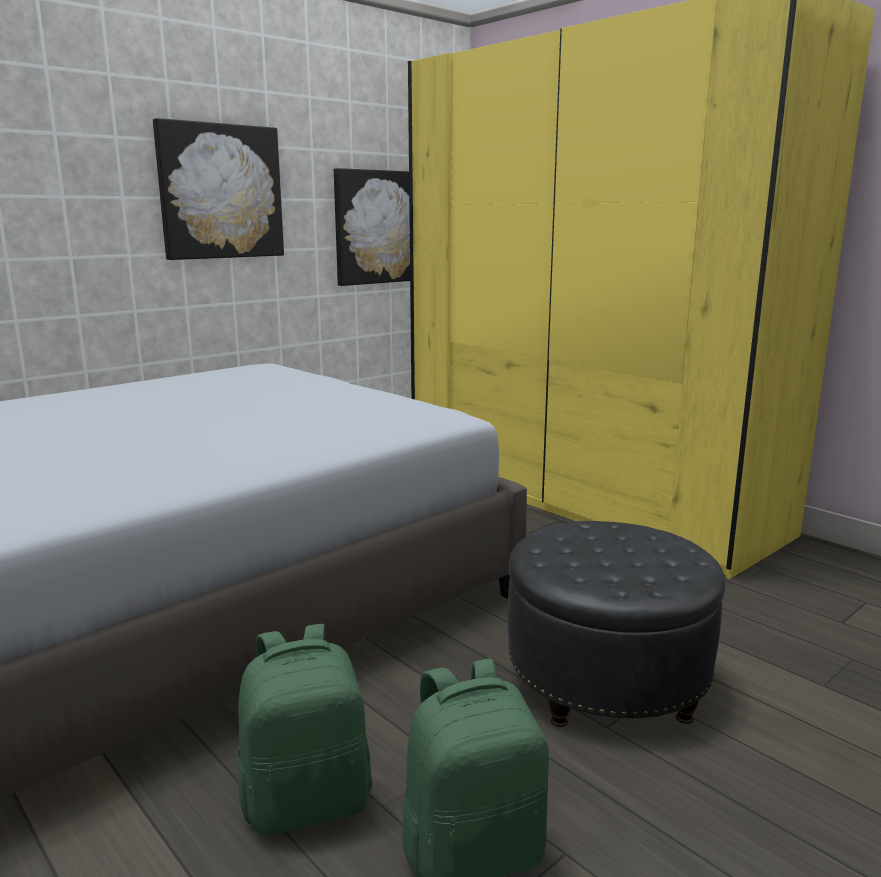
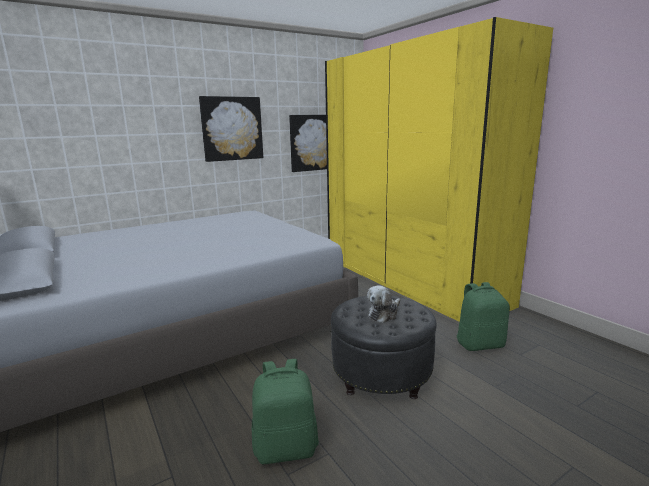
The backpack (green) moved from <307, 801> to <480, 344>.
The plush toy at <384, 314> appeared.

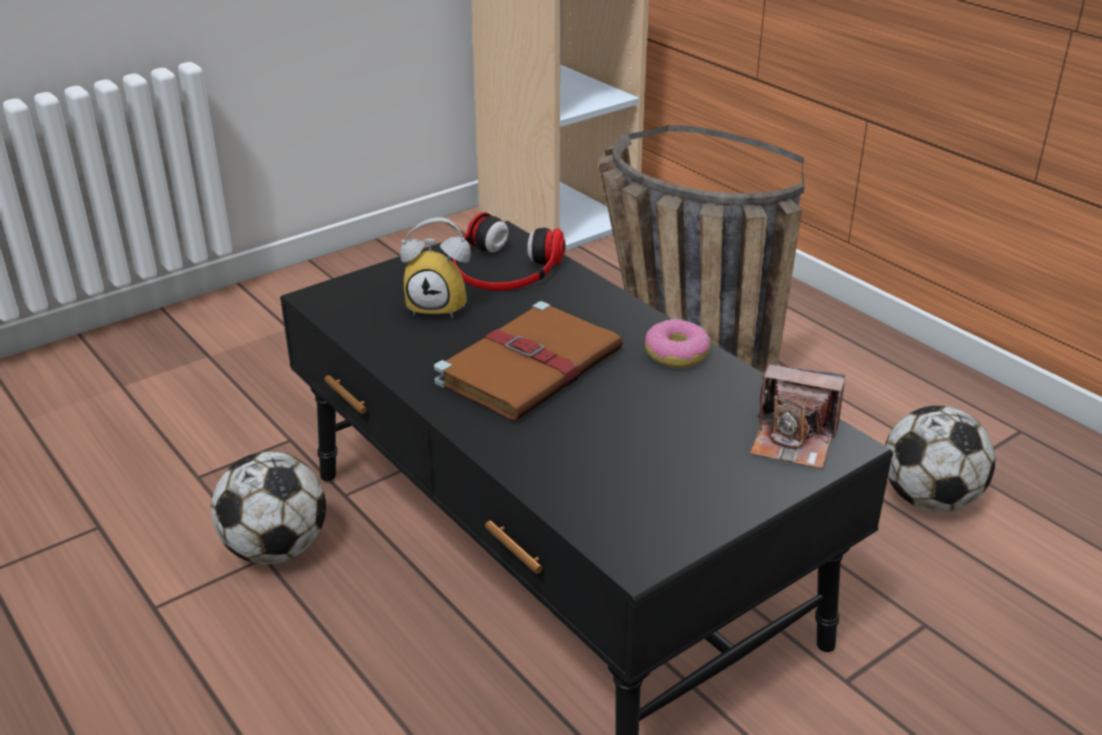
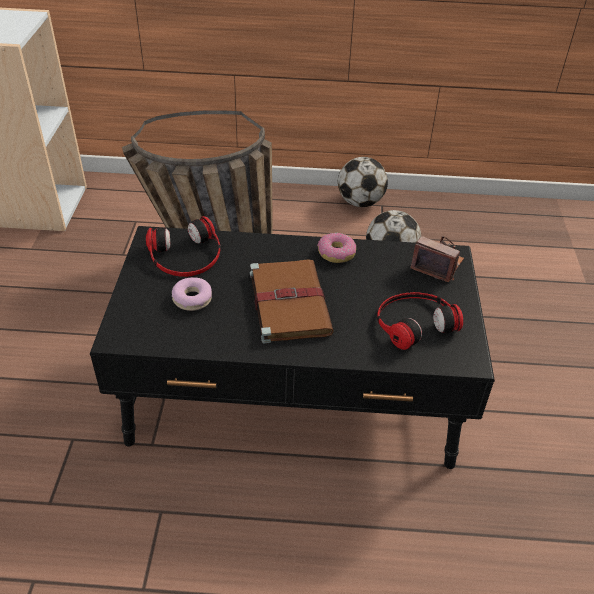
The football moved from <276, 549> to <360, 202>.
The alarm clock at <440, 306> was replaced by the donut at <192, 299>.
The photo camera at <794, 440> turned 120 degrees counterclockwise.
The headphones at <413, 322> appeared.

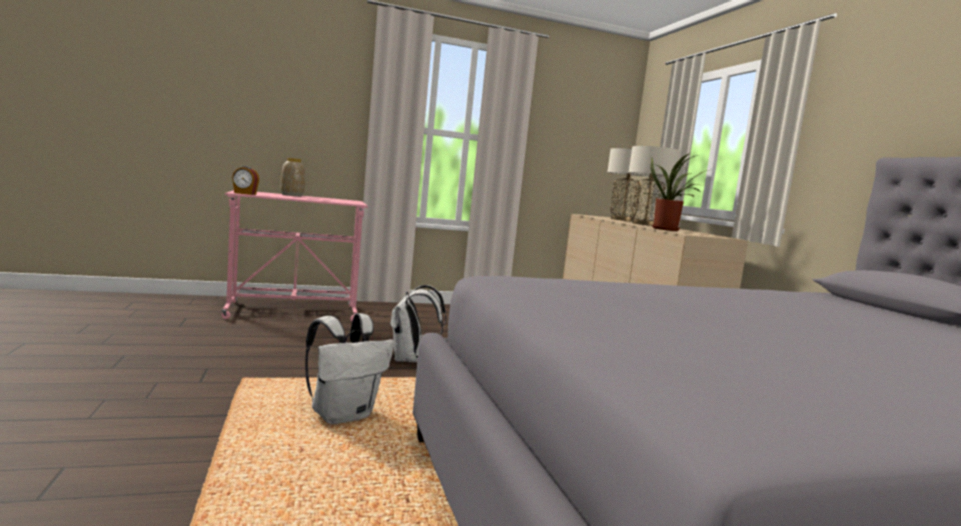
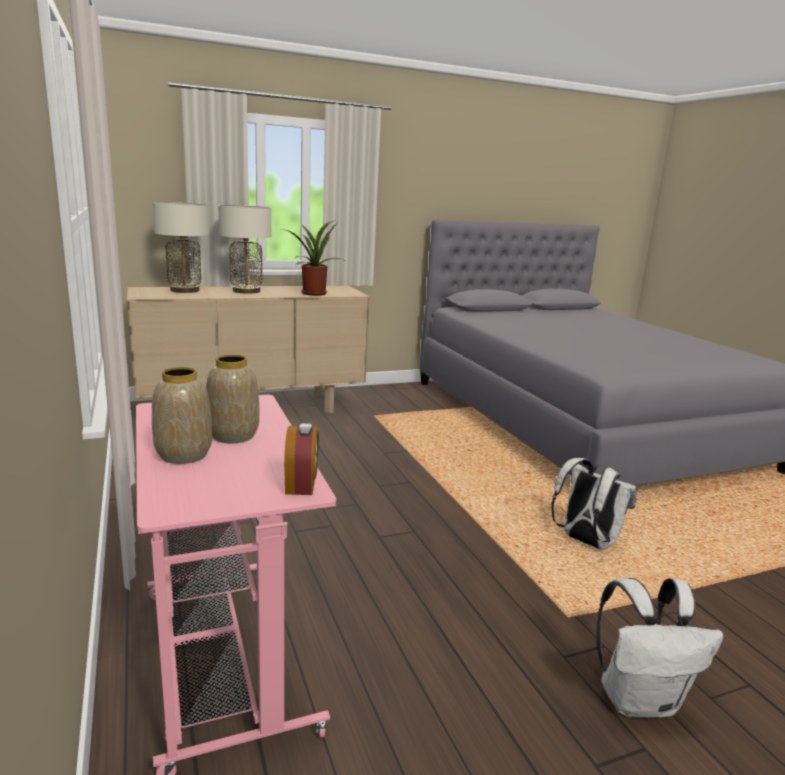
The backpack (white) moved from <410, 359> to <639, 699>.
The vase at <232, 435> appeared.

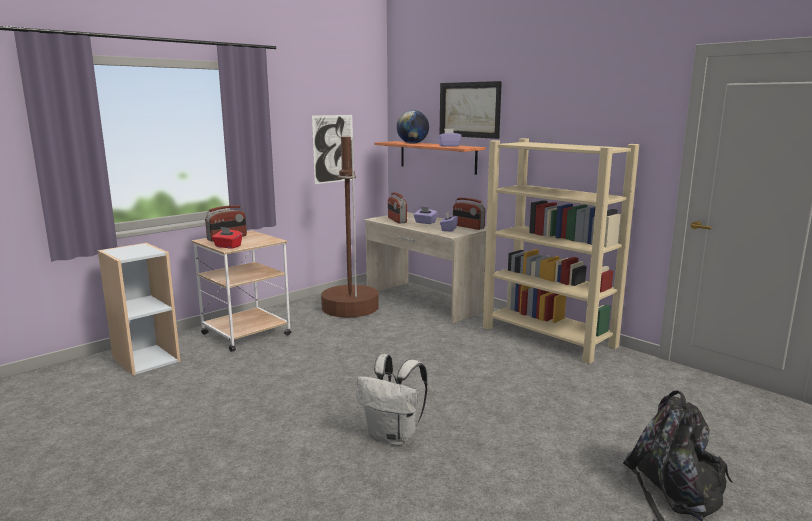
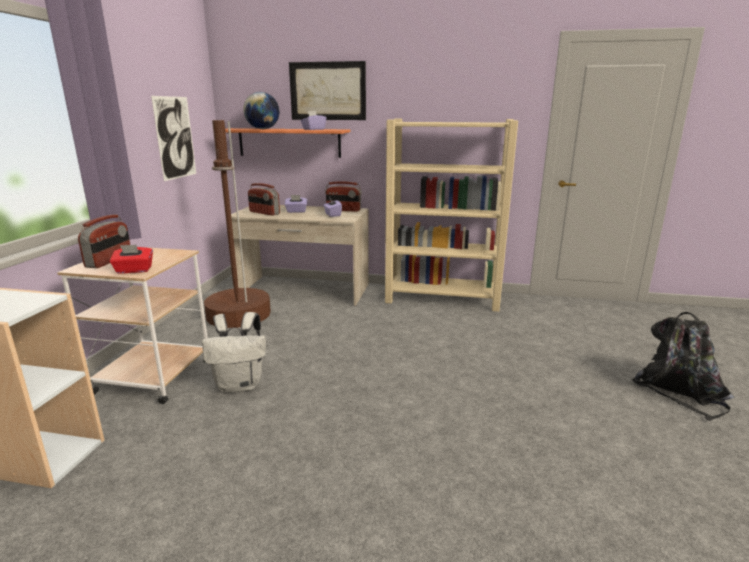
The backpack (white) moved from <393, 436> to <240, 384>.

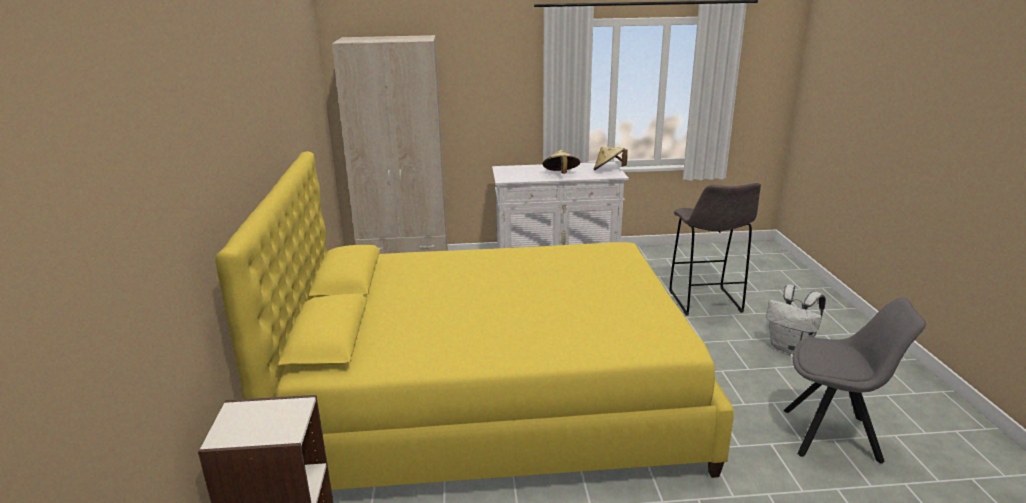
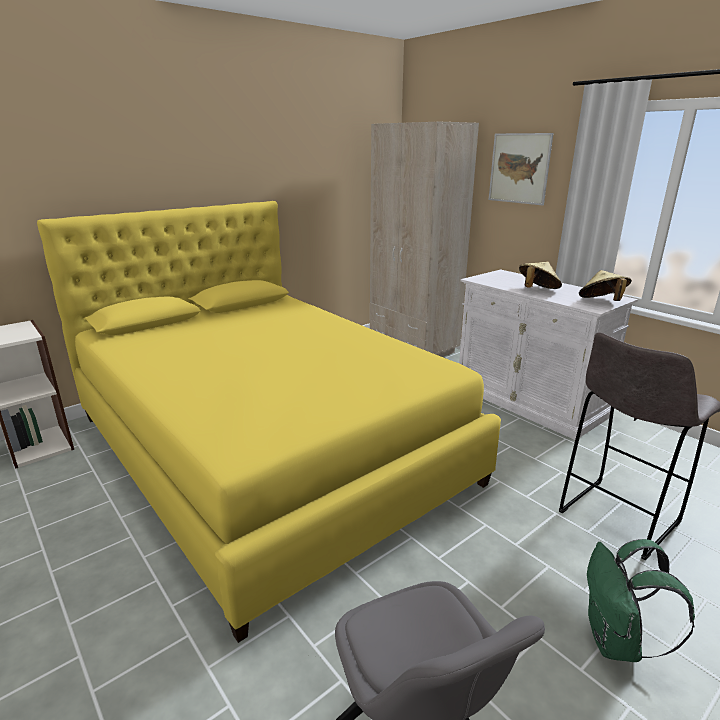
The backpack (white) at <790, 348> became the backpack (green) at <616, 642>.
The picture at <519, 168> appeared.

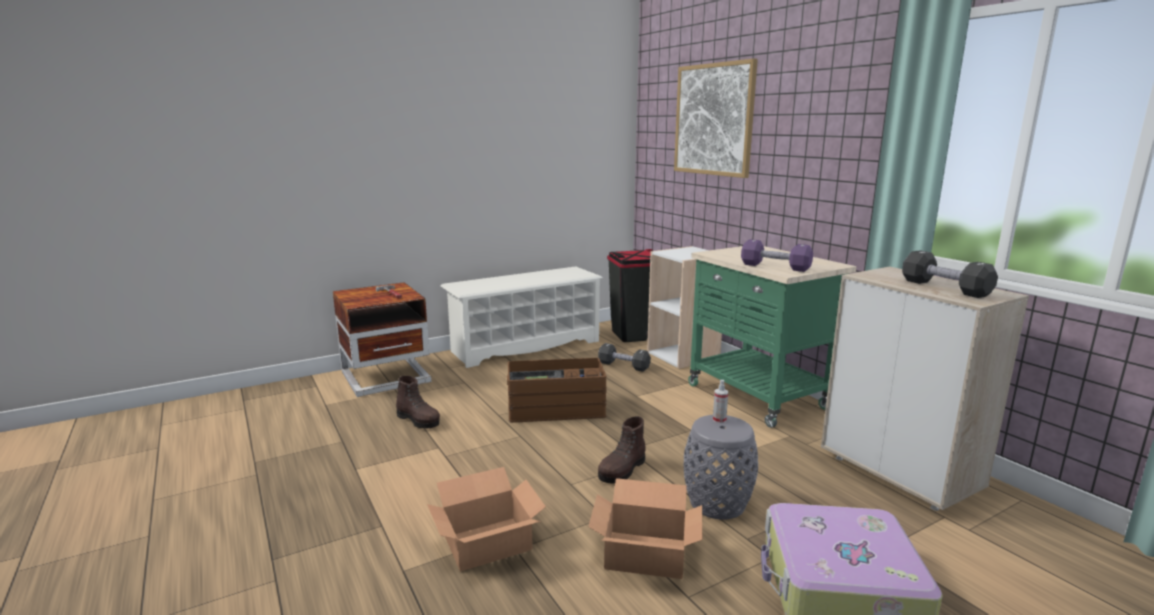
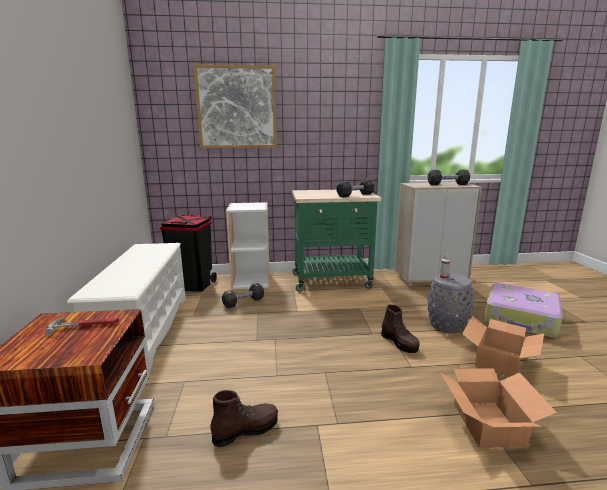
The storage box (brown) at <556, 408> disappeared.
The dumbbell (purple) at <775, 267> became the dumbbell (black) at <355, 195>.

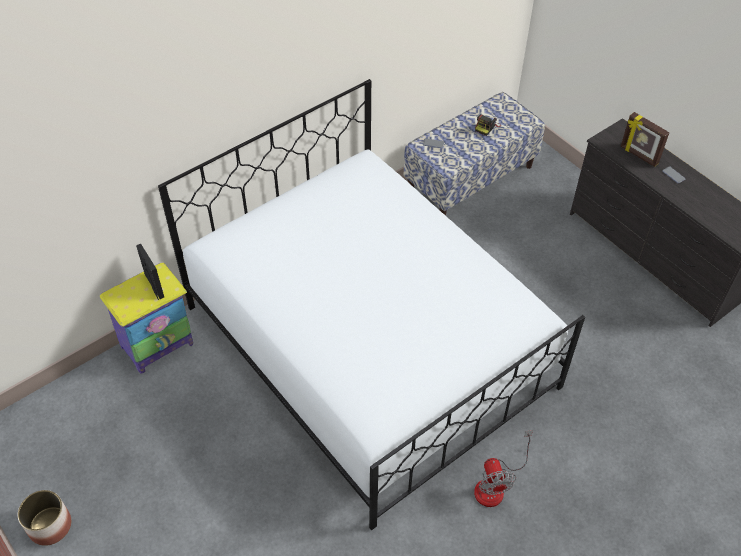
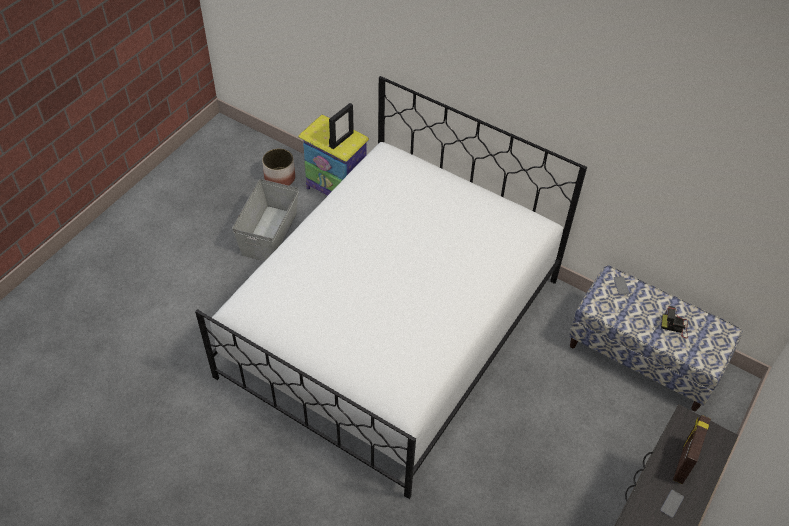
The planter moved from <50, 526> to <279, 178>.
The fan at <495, 485> disappeared.
The storage box (grey) at <270, 233> appeared.

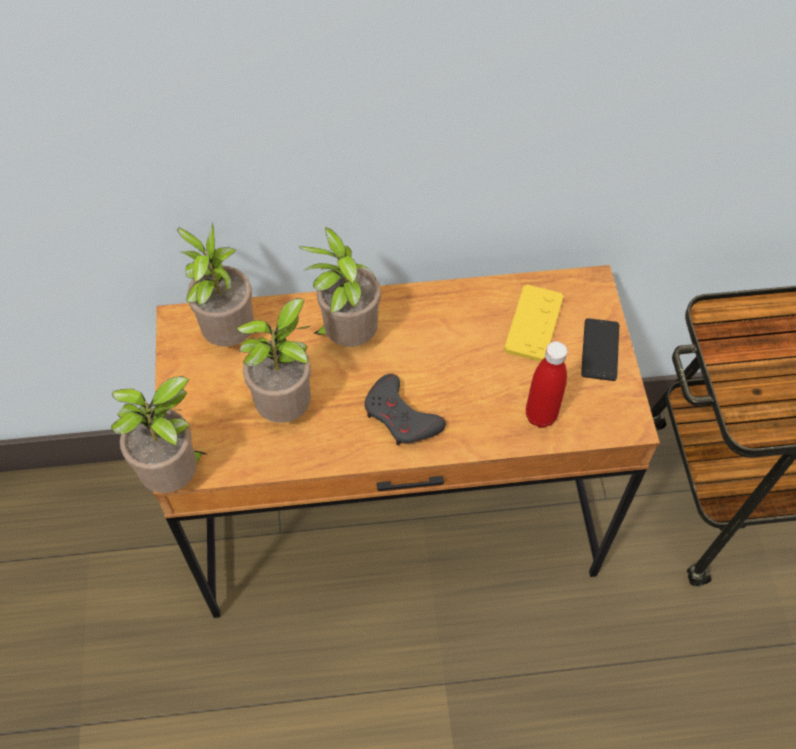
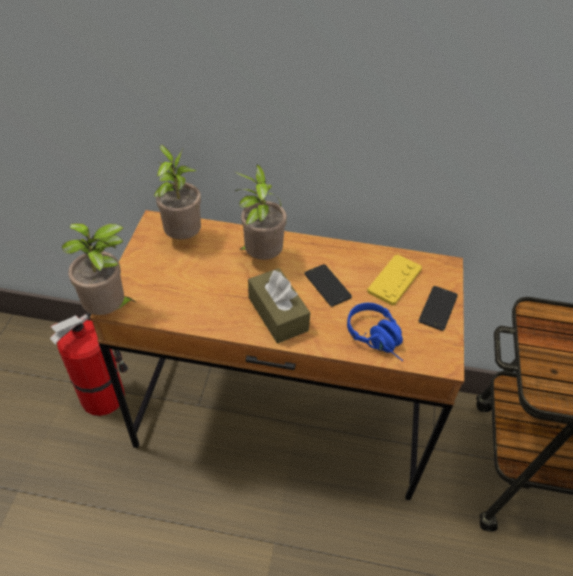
The potted plant at <288, 408> disappeared.
The game controller (grey) at <401, 416> was replaced by the tissue box (brown) at <277, 314>.
The bottle (red) at <540, 416> was replaced by the headphones (blue) at <378, 339>.
The fire extinguisher at <104, 395> appeared.
The phone at <327, 285> appeared.

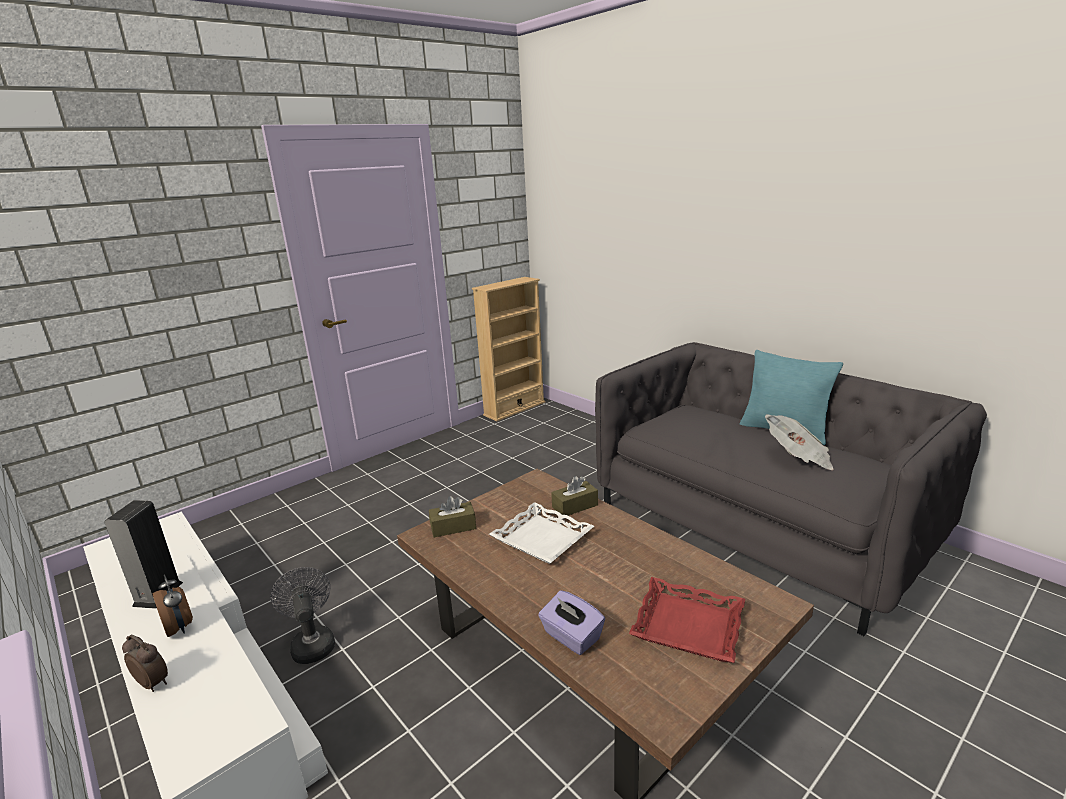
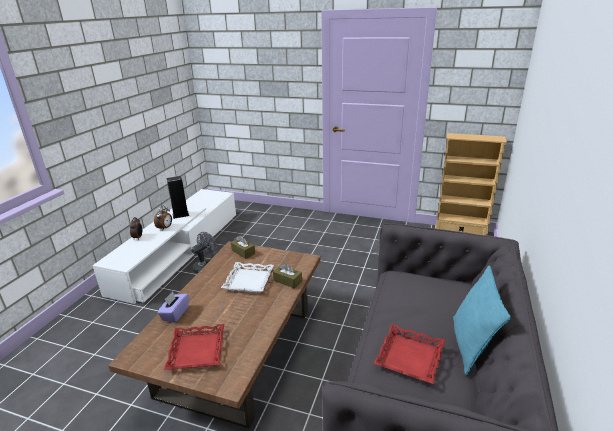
The newspaper at <798, 458> was replaced by the tray (red) at <410, 357>.

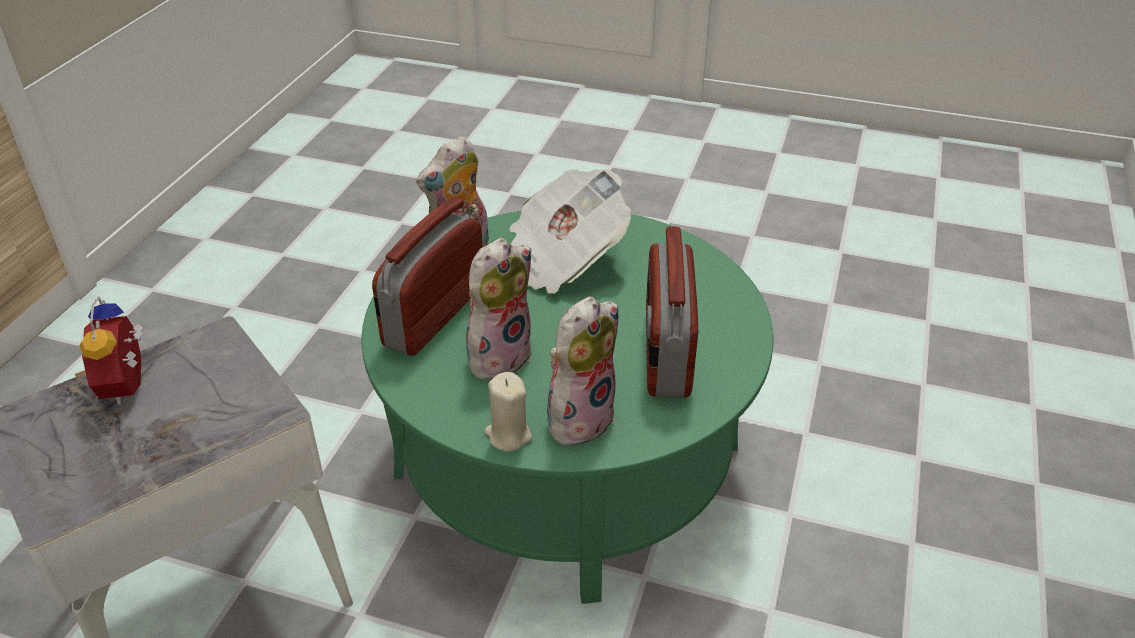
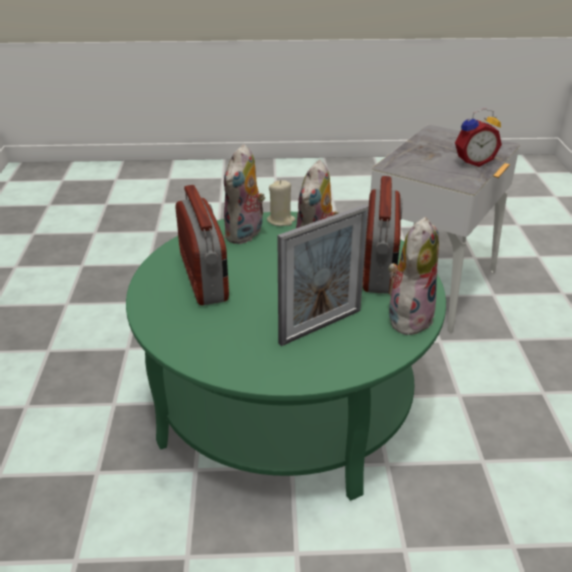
The alarm clock at <130, 385> turned 105 degrees clockwise.
The newspaper at <559, 260> was replaced by the picture frame at <320, 326>.

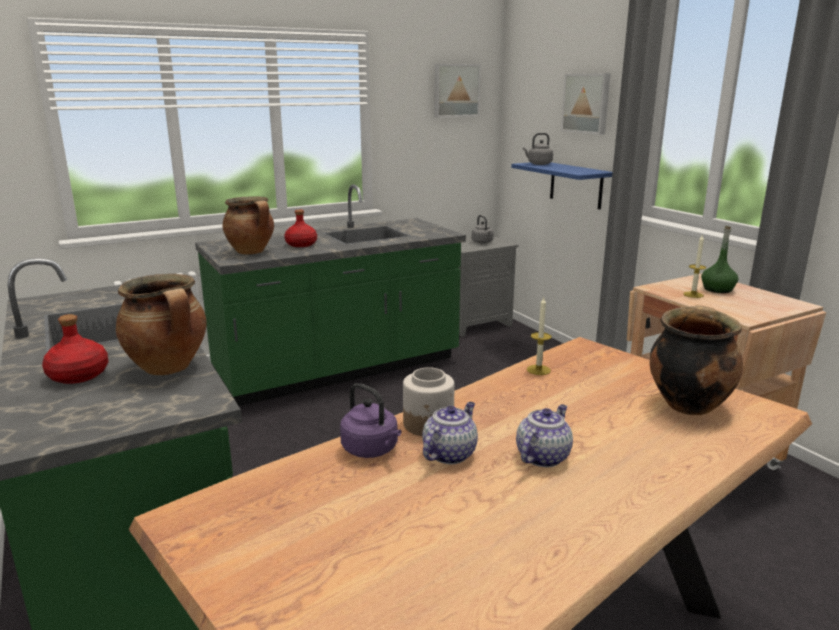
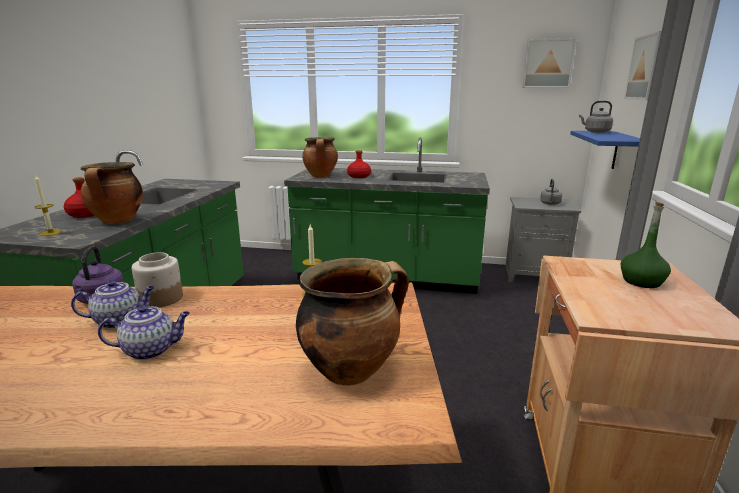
The candle moved from <693, 294> to <51, 233>.

